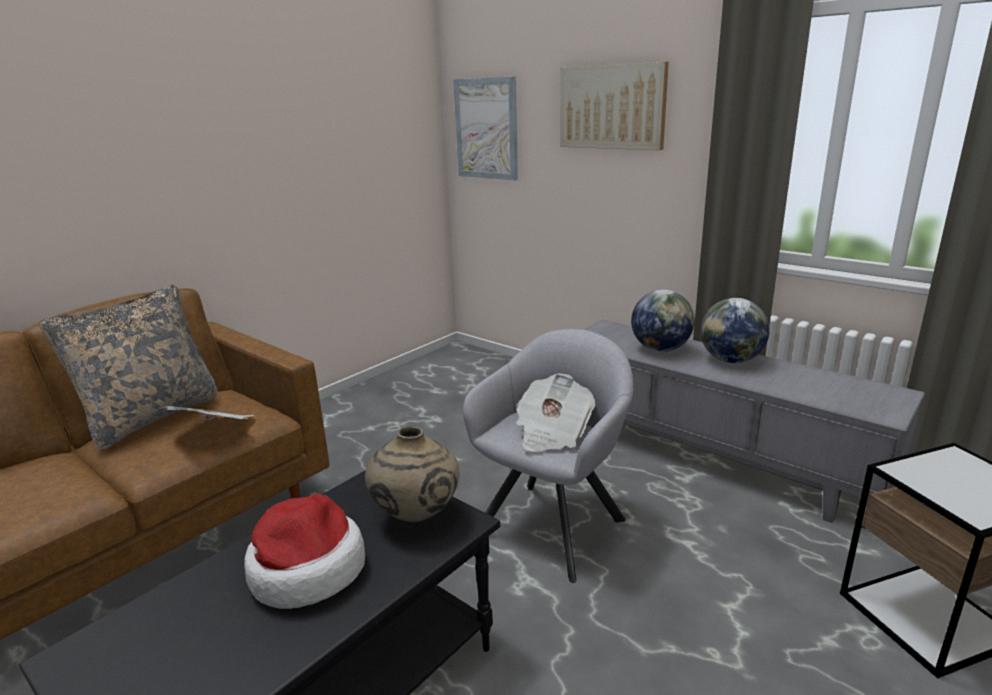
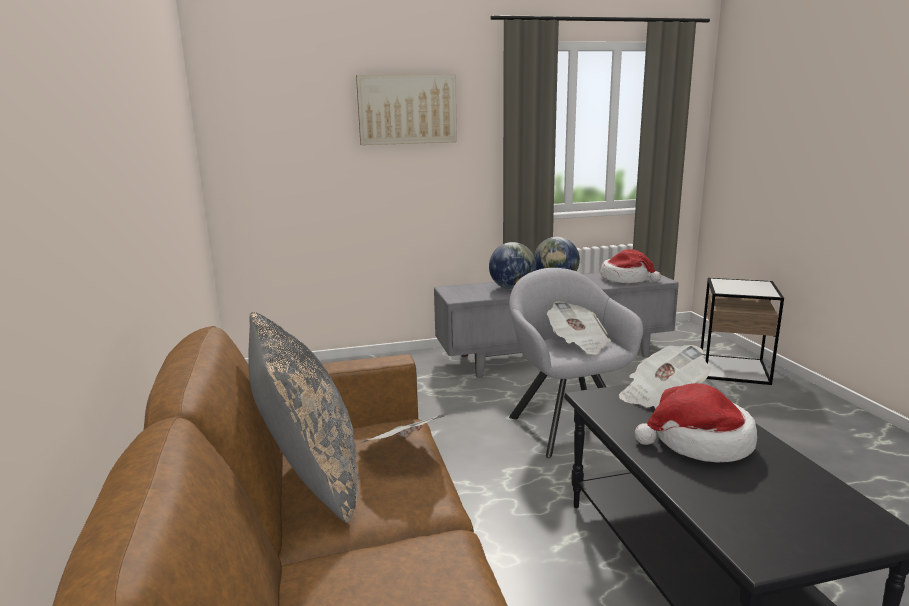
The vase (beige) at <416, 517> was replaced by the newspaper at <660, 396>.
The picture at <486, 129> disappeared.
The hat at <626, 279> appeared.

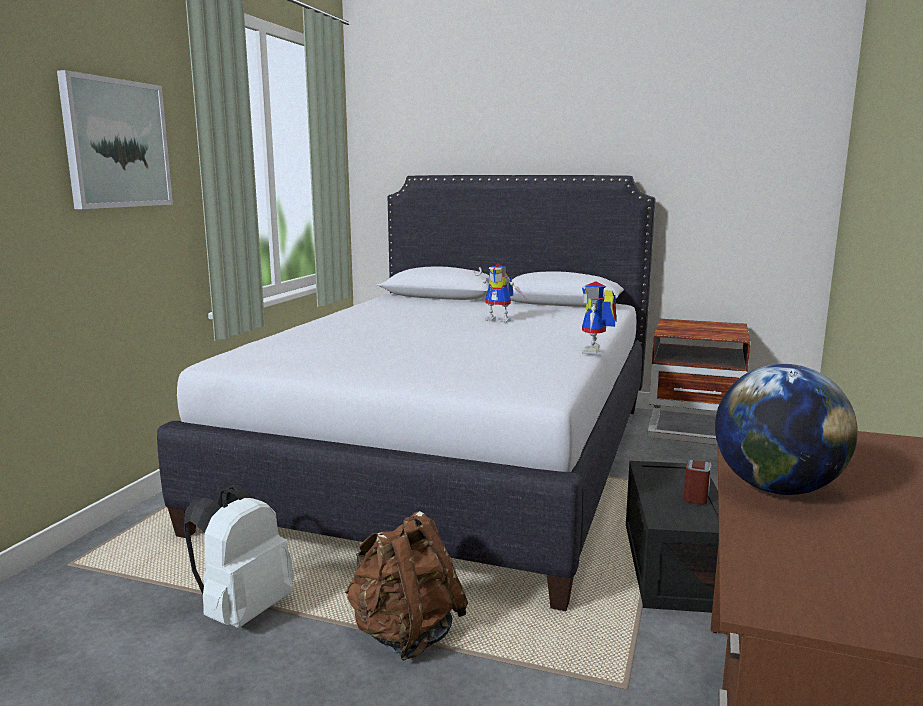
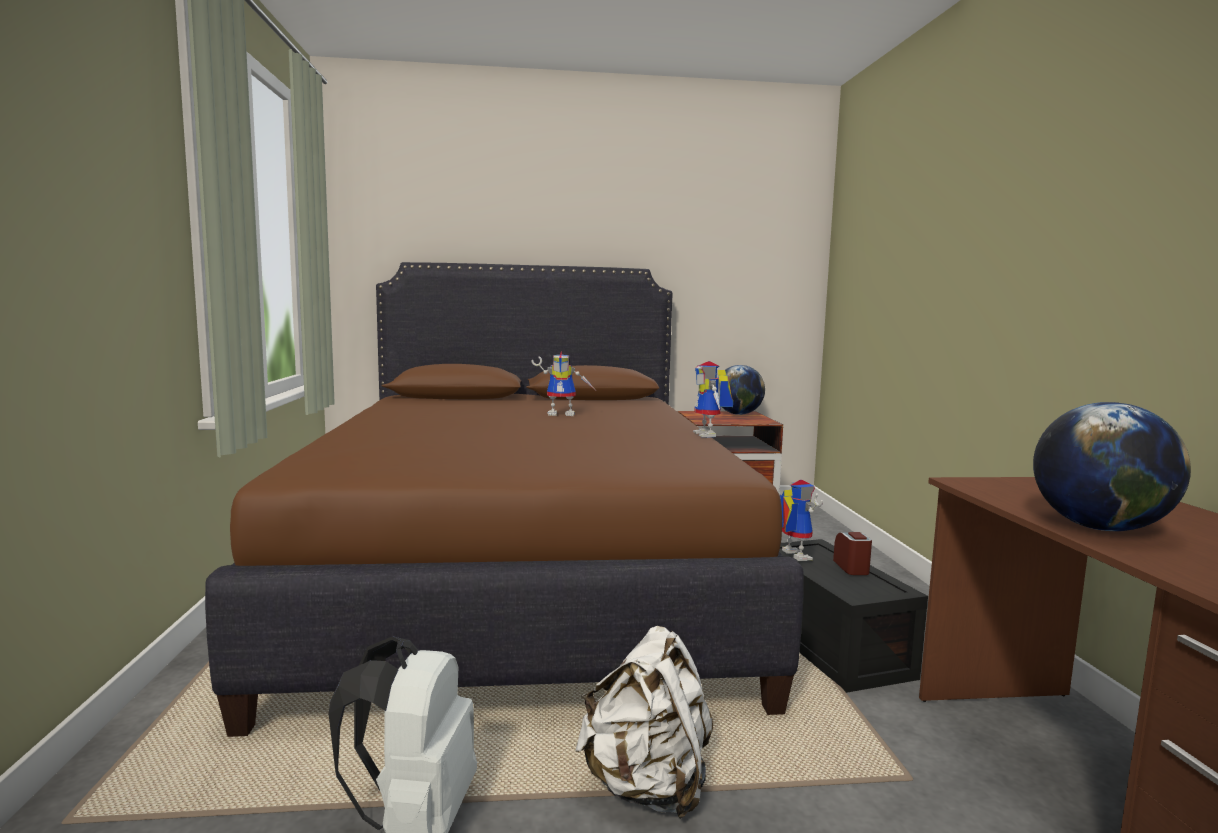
The picture at <116, 144> disappeared.
The bed (white) at <453, 460> became the bed (brown) at <522, 578>.
The backpack (brown) at <405, 635> became the backpack (white) at <647, 787>.
The globe at <738, 414> appeared.
The toy robot at <790, 555> appeared.

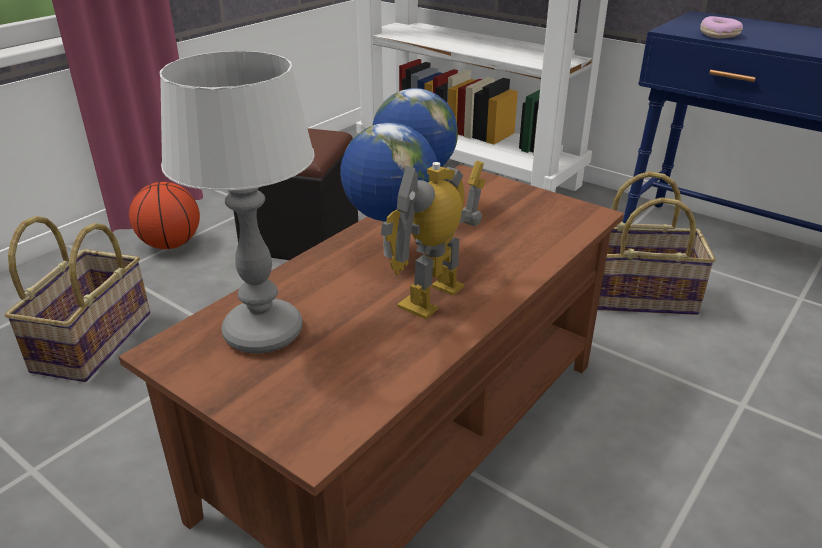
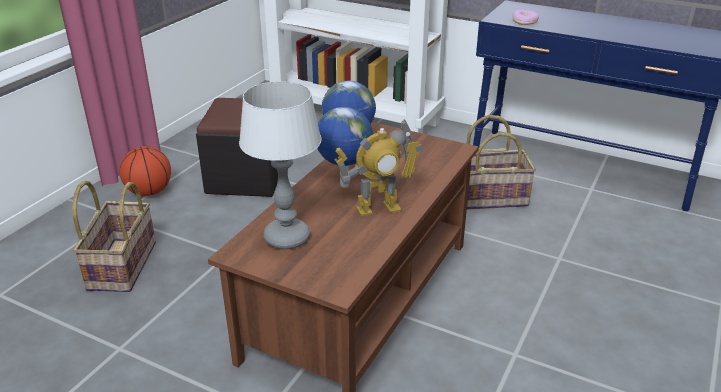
The toy robot at <433, 298> turned 135 degrees counterclockwise.

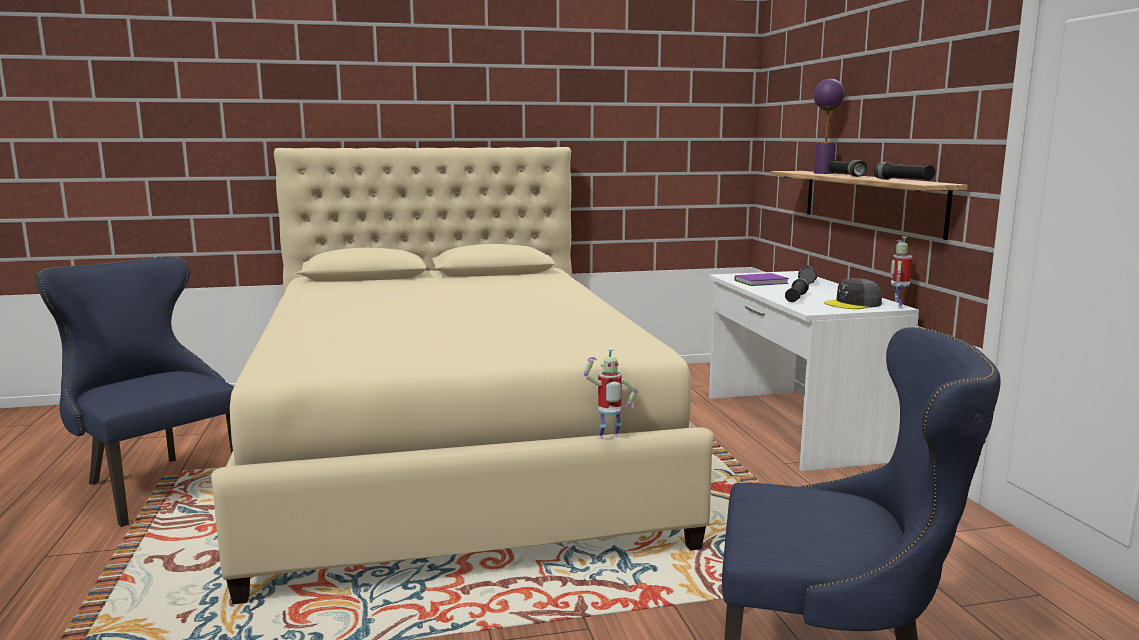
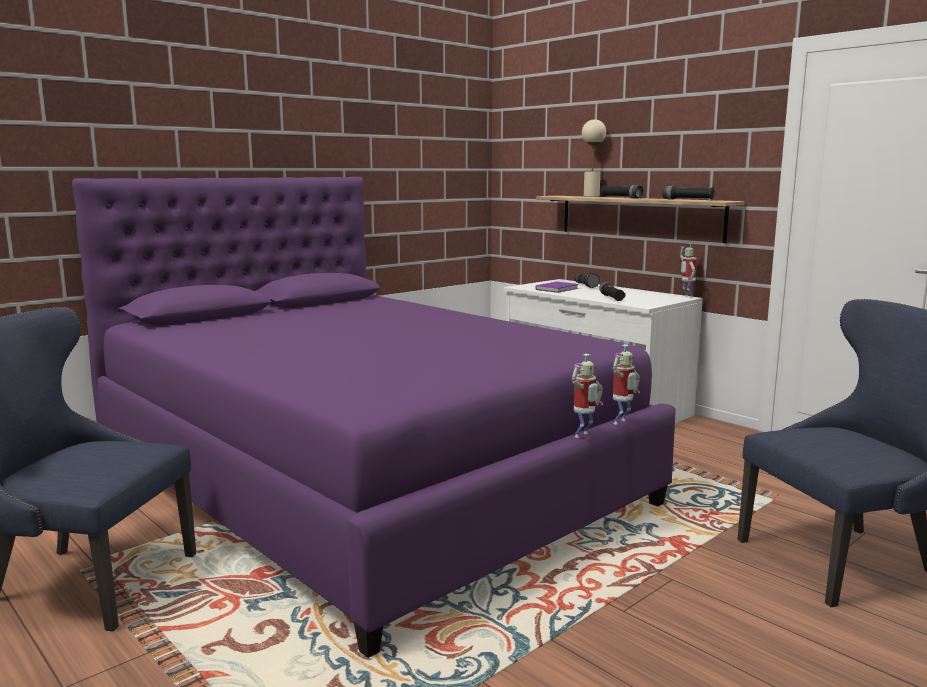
The bed (beige) at <453, 452> became the bed (purple) at <362, 478>.
The table lamp (purple) at <824, 173> became the table lamp (beige) at <591, 196>.
The cap (grey) at <853, 304> disappeared.
The toy robot at <583, 436> appeared.

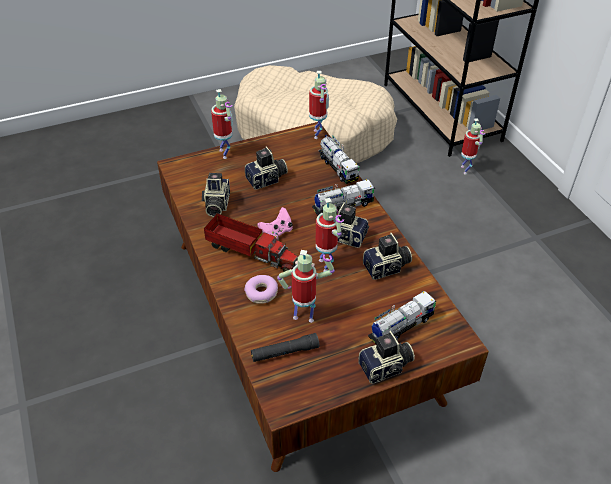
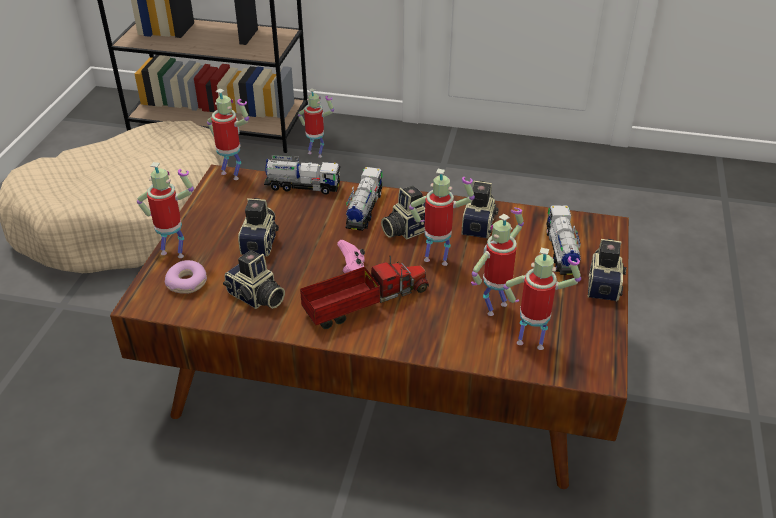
The donut moved from <261, 293> to <187, 283>.
The flashlight (black) at <284, 352> was replaced by the toy robot at <531, 342>.

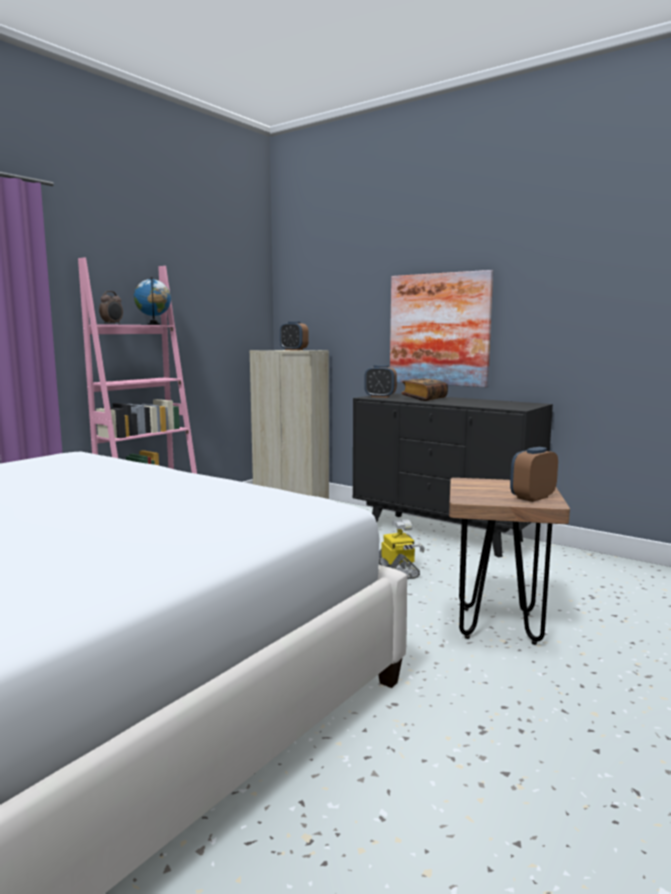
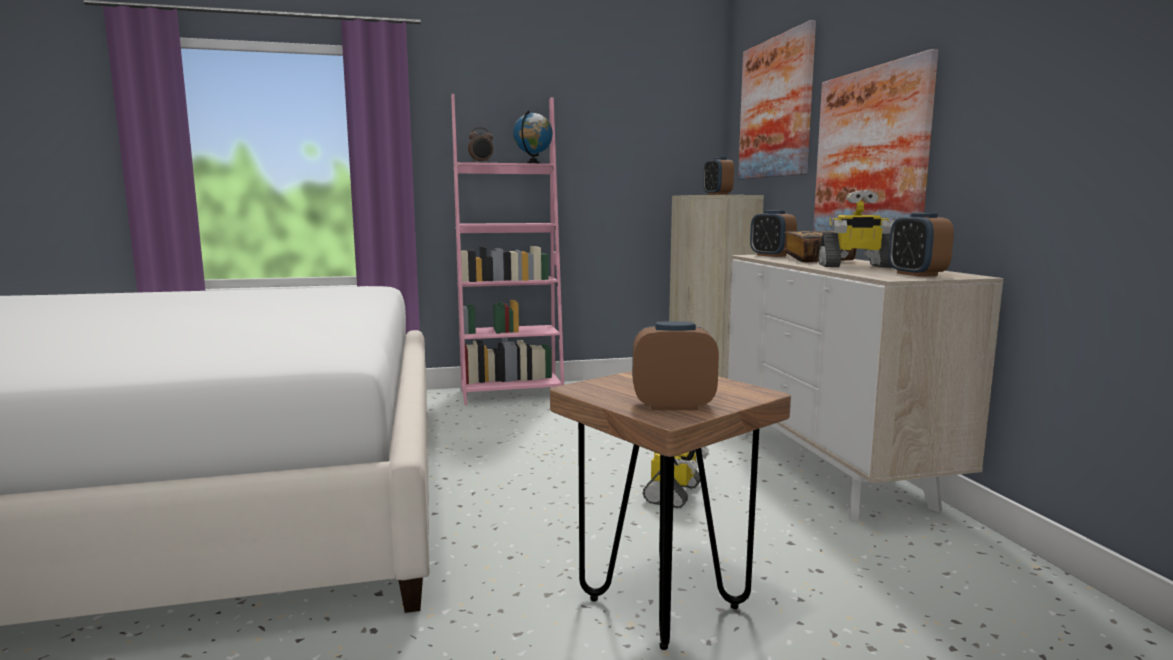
The dresser (black) at <444, 534> became the dresser (white) at <828, 468>.
The picture at <775, 108> appeared.
The toy robot at <854, 266> appeared.
The alarm clock at <916, 274> appeared.

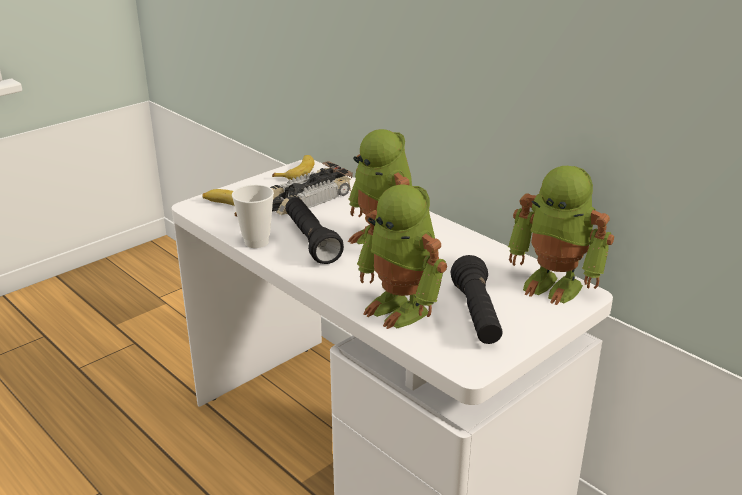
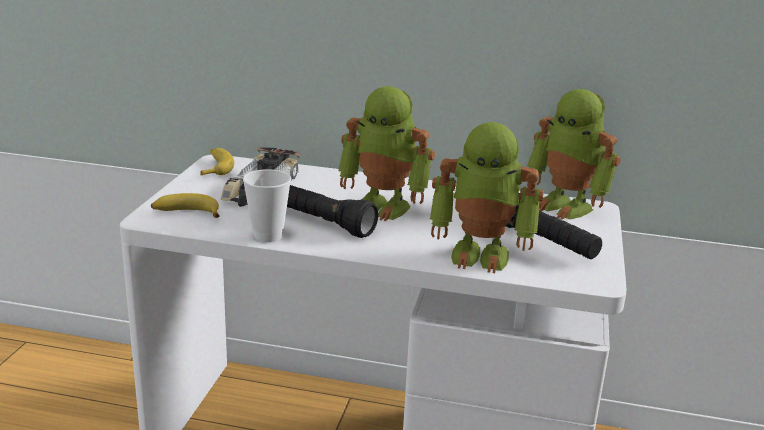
The toy robot at <555, 284> turned 45 degrees clockwise.

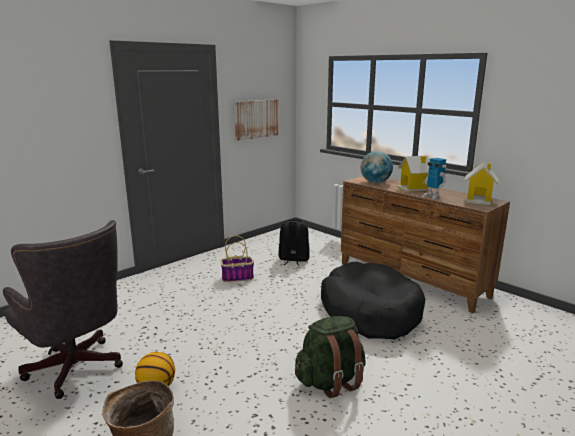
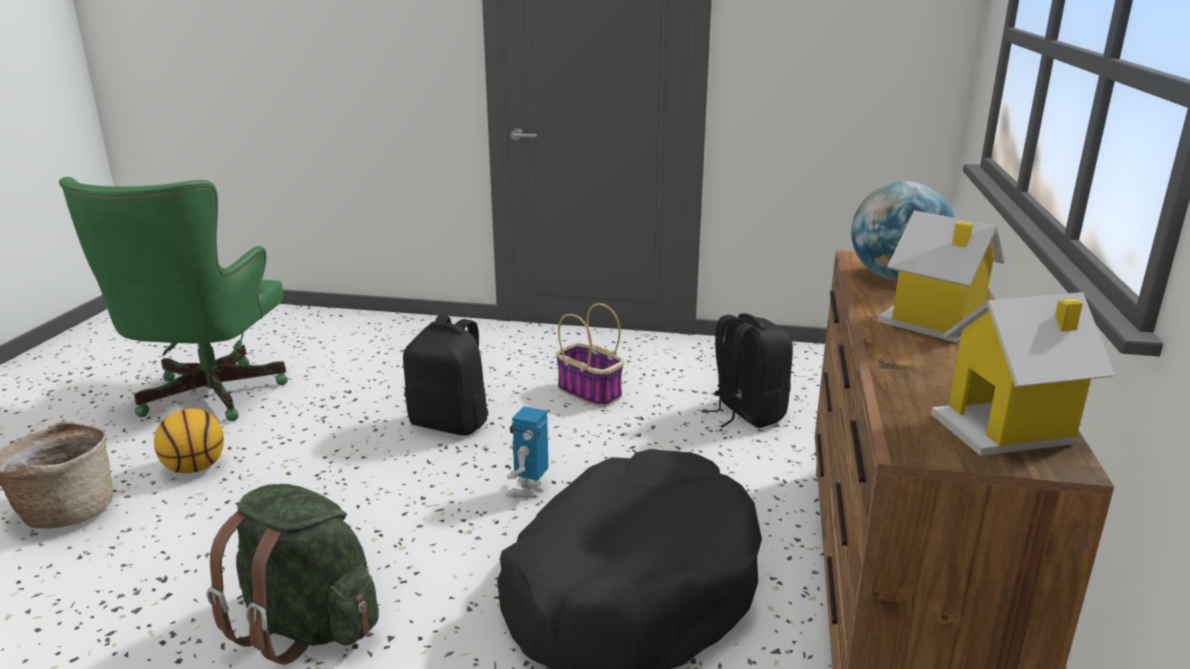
The office chair (grey) at <77, 370> became the office chair (green) at <209, 398>.
The picture at <256, 119> disappeared.
The toy robot moved from <432, 196> to <528, 491>.
The backpack (black) at <451, 423> appeared.

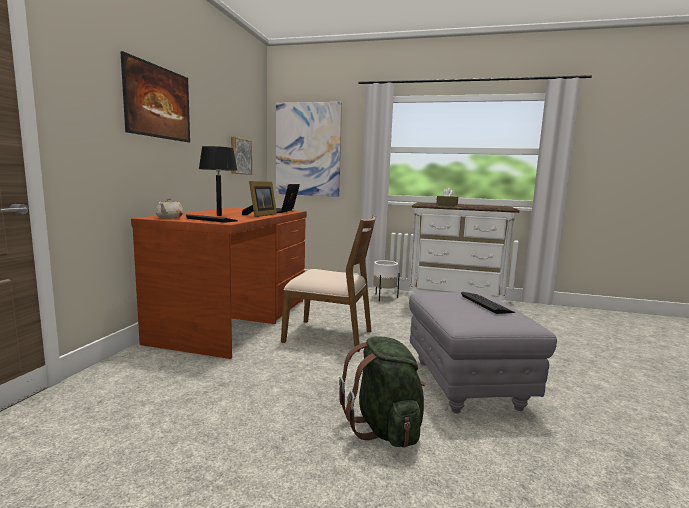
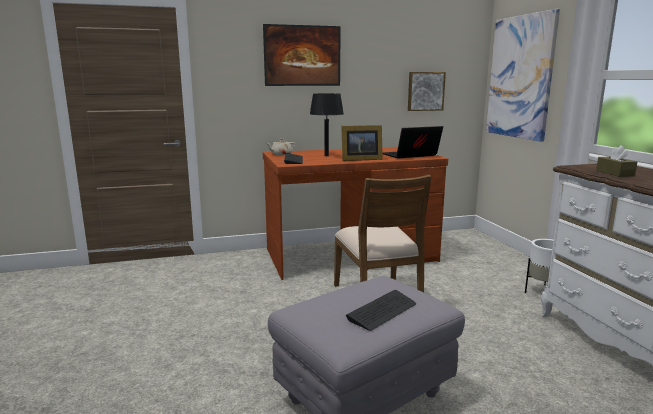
The backpack (green) at <385, 428> disappeared.

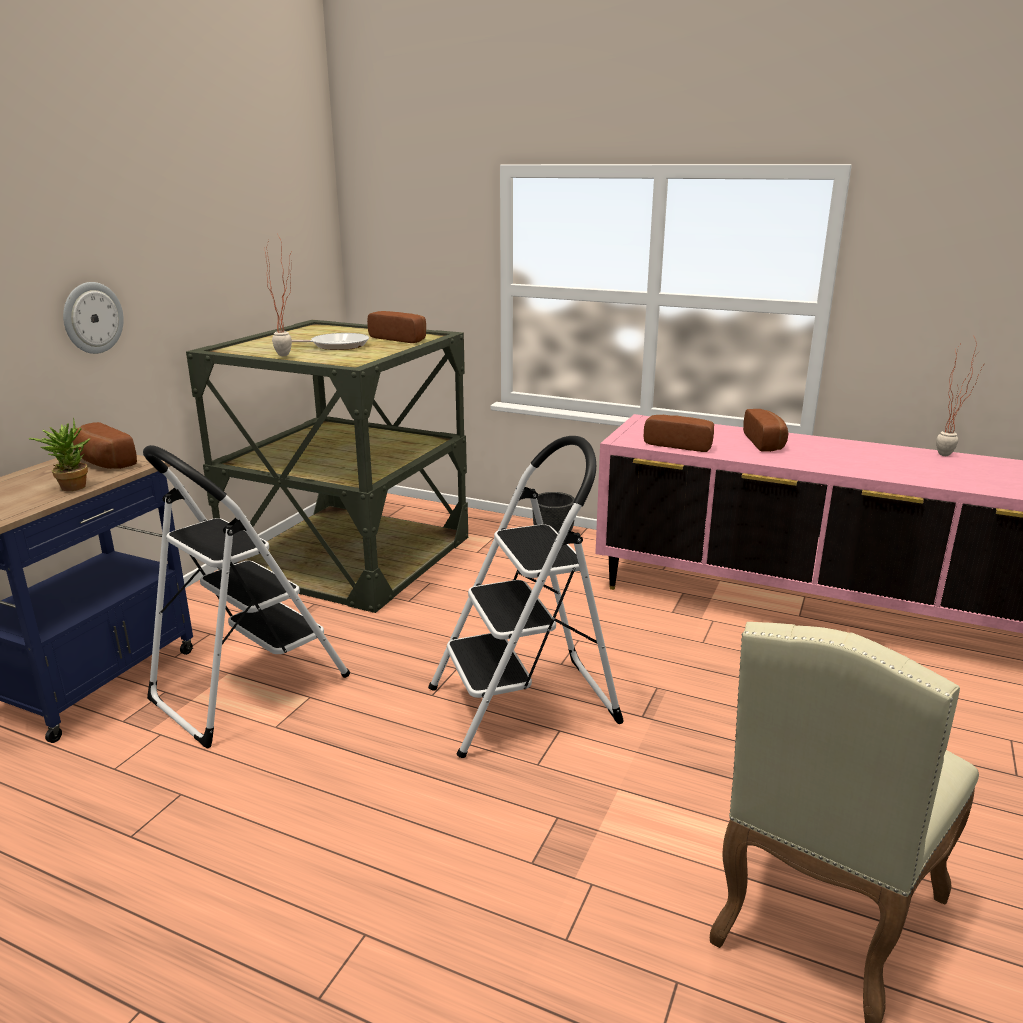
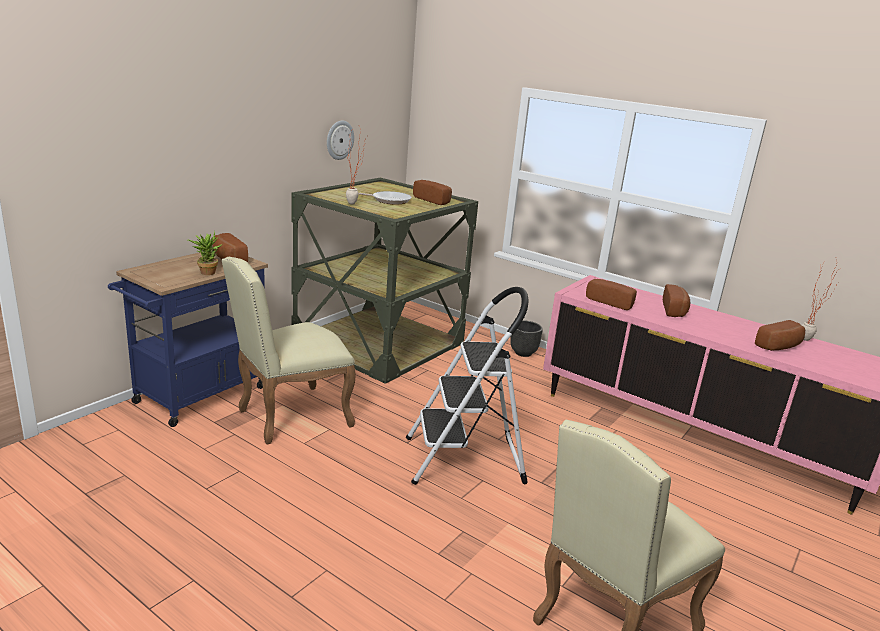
The wall clock moved from <92, 318> to <339, 140>.
The step ladder at <245, 689> was replaced by the chair (beige) at <291, 416>.
The bread at <780, 346> appeared.

